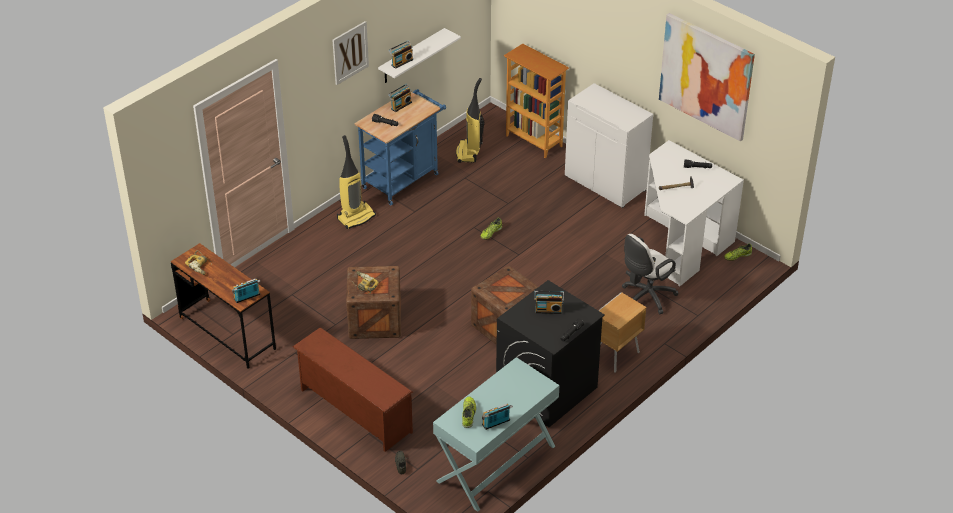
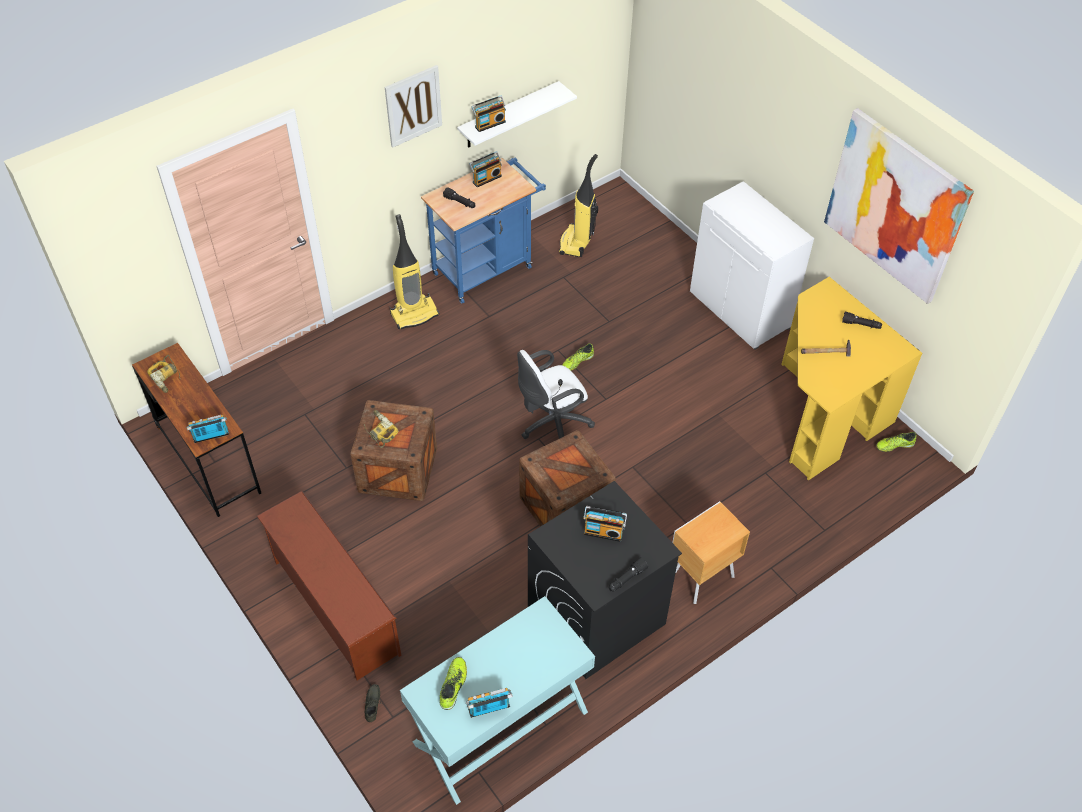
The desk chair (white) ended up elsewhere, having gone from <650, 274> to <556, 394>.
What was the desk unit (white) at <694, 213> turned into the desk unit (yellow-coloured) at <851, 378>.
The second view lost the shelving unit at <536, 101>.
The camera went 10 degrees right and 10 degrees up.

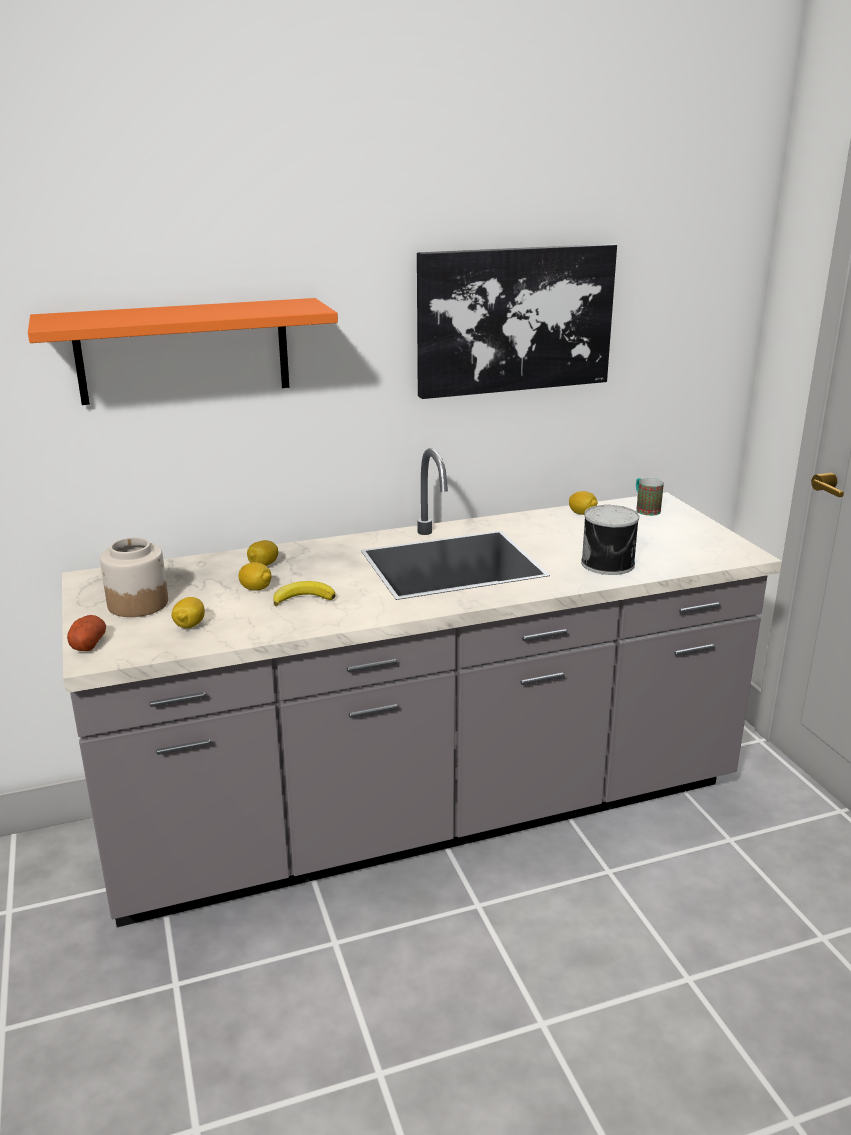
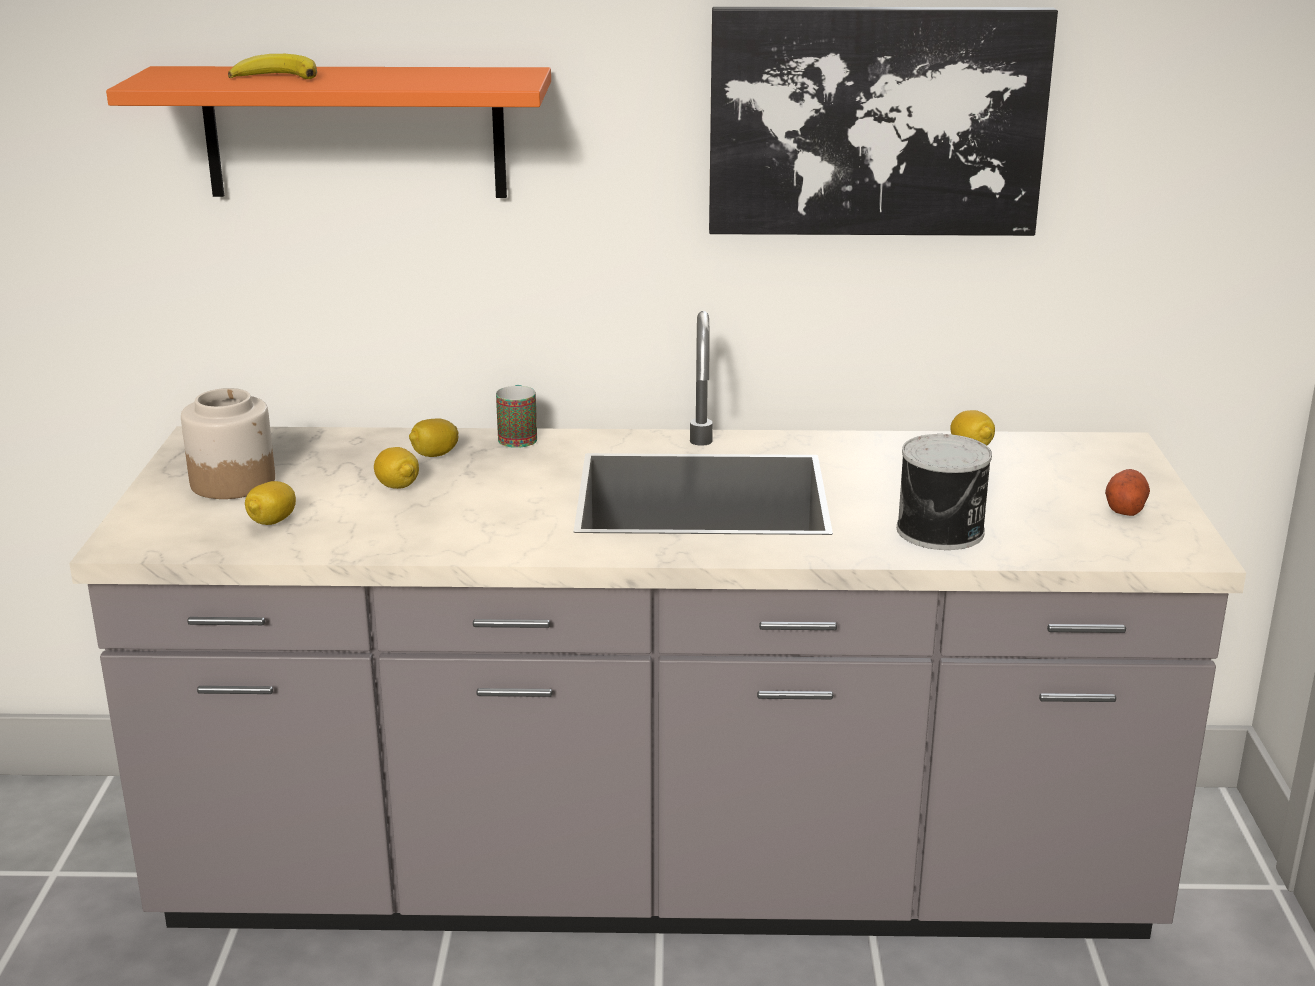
The banana ended up elsewhere, having gone from <304, 593> to <272, 66>.
The coffee mug ended up elsewhere, having gone from <650, 497> to <516, 416>.
The spud ended up elsewhere, having gone from <86, 633> to <1127, 492>.
The camera went 20 degrees right and 0 degrees up.

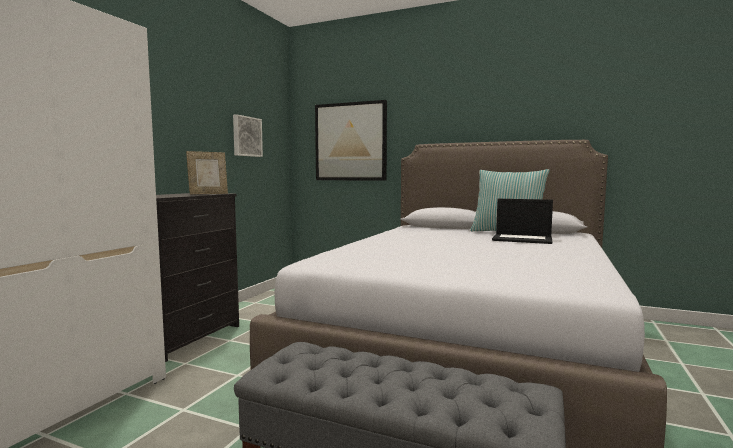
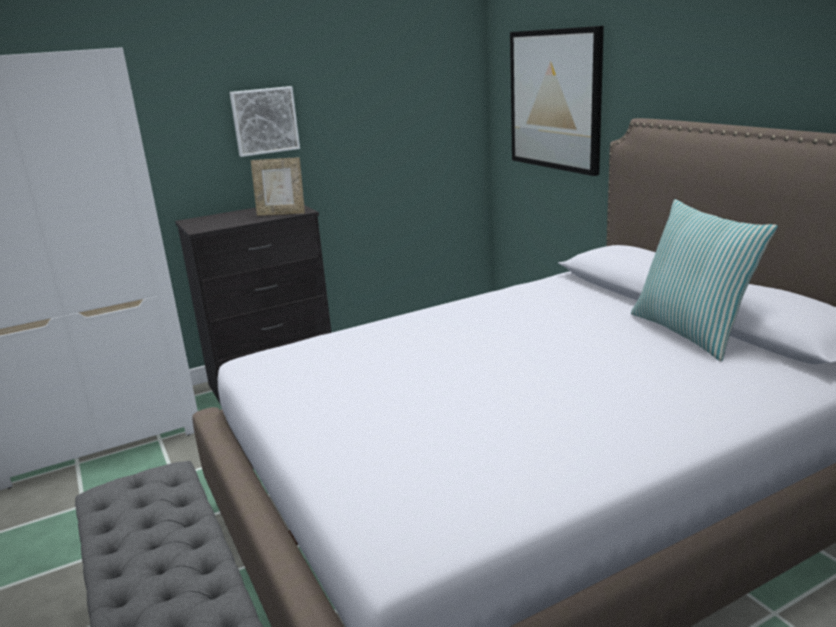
The wall art ended up elsewhere, having gone from <248, 135> to <264, 121>.
The second view lost the notebook computer at <522, 221>.
The camera went 40 degrees right and 15 degrees up.

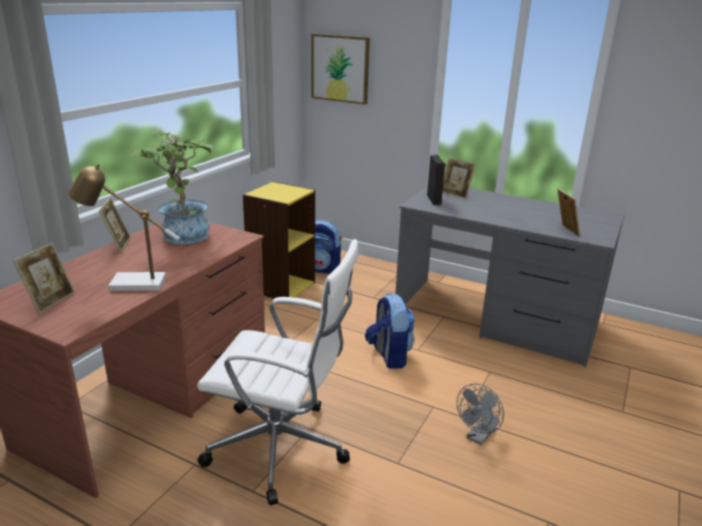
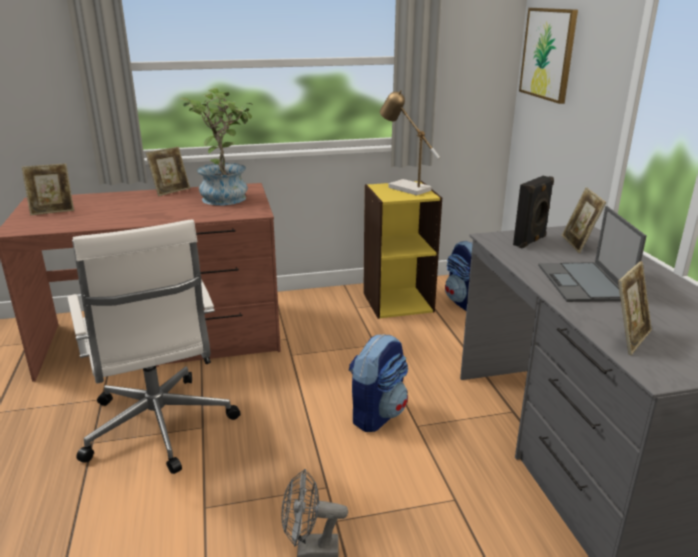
The table lamp ended up elsewhere, having gone from <124, 227> to <410, 142>.
The second view gained the notebook computer at <592, 254>.
The camera went 50 degrees right and 0 degrees up.

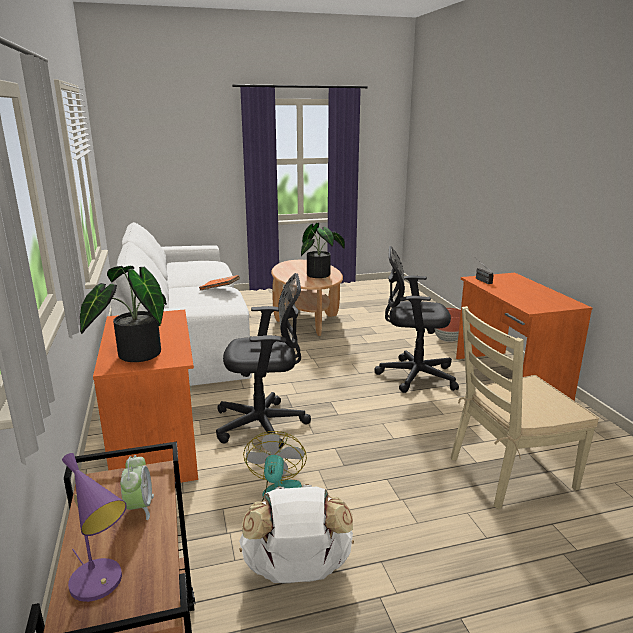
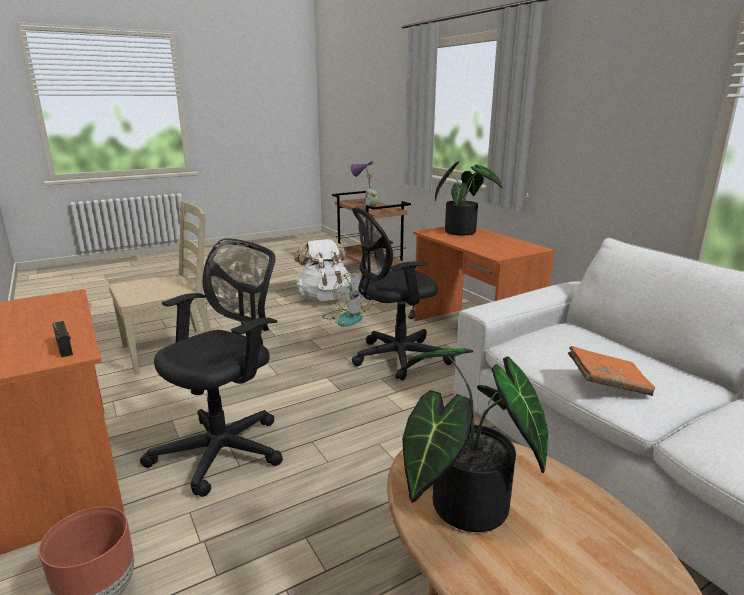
The desk chair (black-coloured) at <416, 319> ended up facing another way, 45 degrees counterclockwise from before.
The camera went 165 degrees right and 0 degrees up.

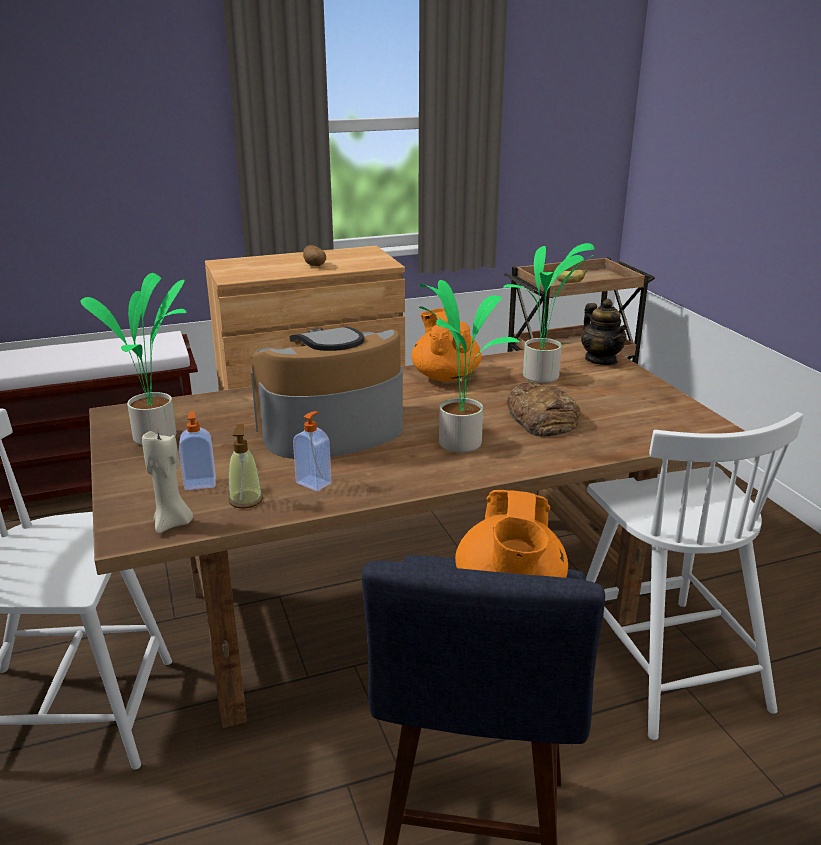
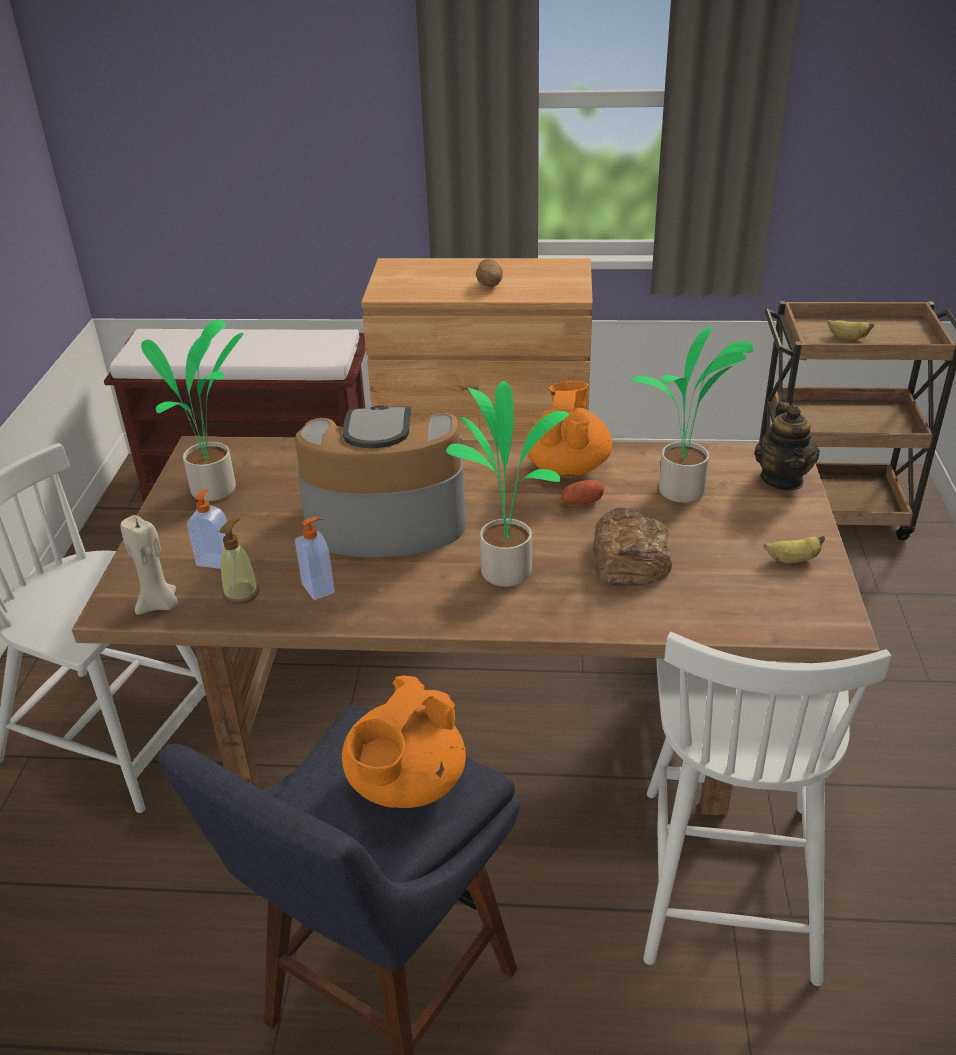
The second view gained the spud at <582, 492>.
The second view gained the banana at <794, 549>.
The camera went 25 degrees right and 10 degrees up.

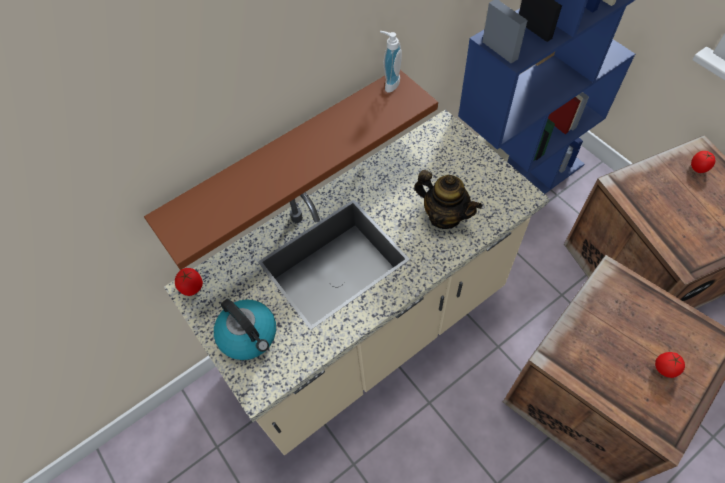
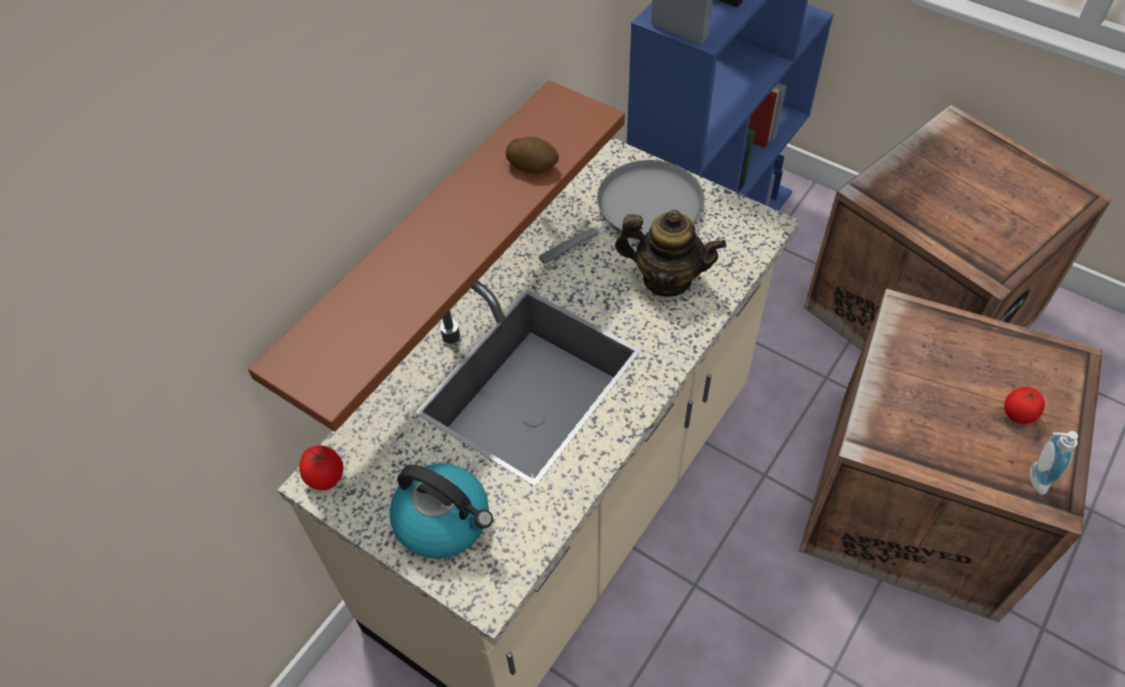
The second view gained the spud at <532, 155>.
The second view gained the frying pan (greyish) at <622, 212>.
The liquid soap bottle ended up elsewhere, having gone from <391, 62> to <1054, 463>.
The second view lost the fresh tomato at <703, 162>.
The camera went 20 degrees left and 5 degrees down.

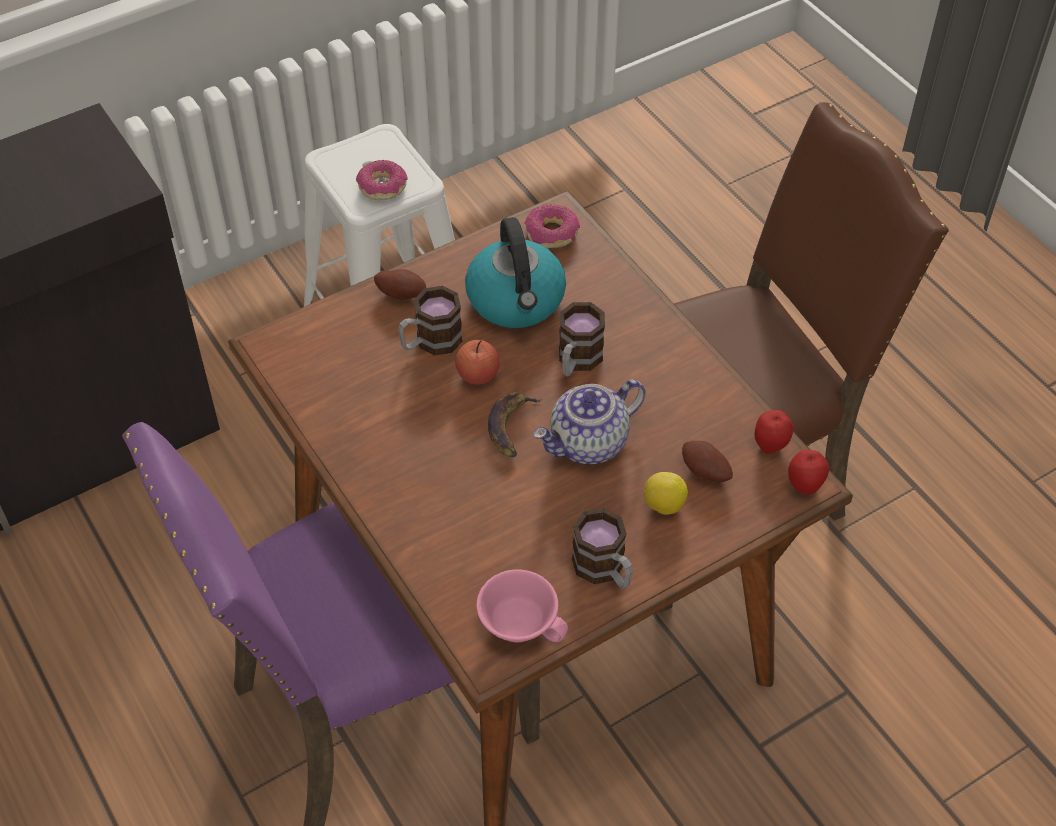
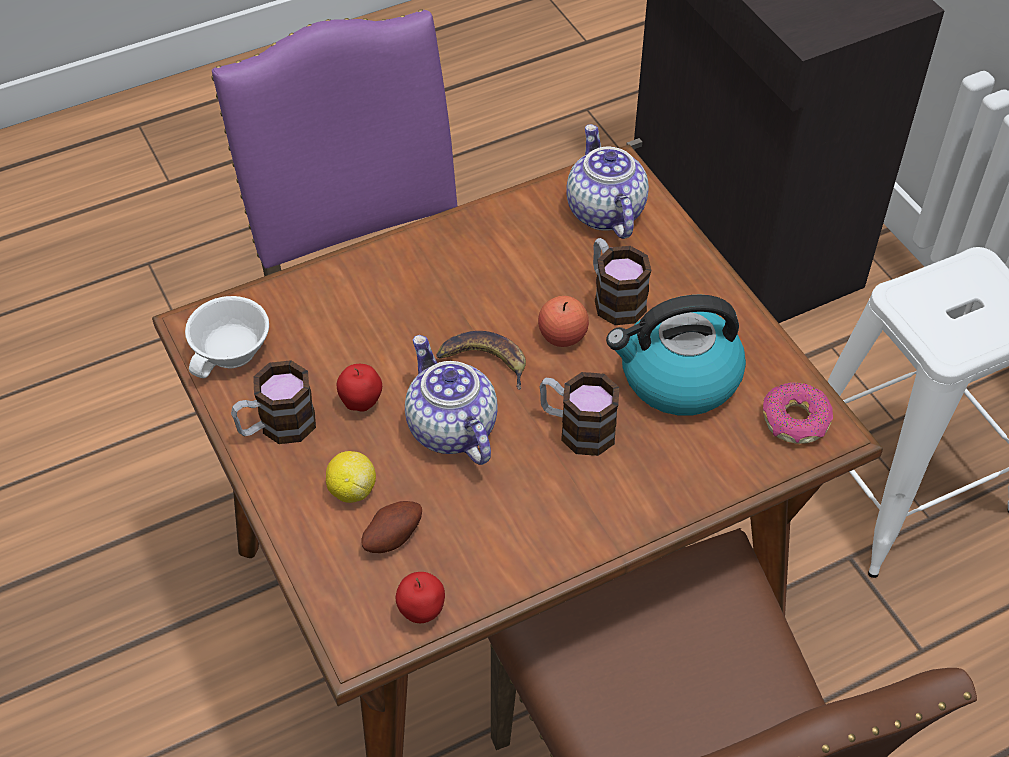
What was the cup (pink-coloured) at <522, 606> turned into the cup (white) at <227, 337>.
The whole apple ended up elsewhere, having gone from <808, 472> to <359, 388>.
The second view gained the tea pot at <607, 181>.
The second view lost the donut at <382, 180>.
The second view lost the spud at <400, 284>.
The camera went 95 degrees right and 0 degrees up.

